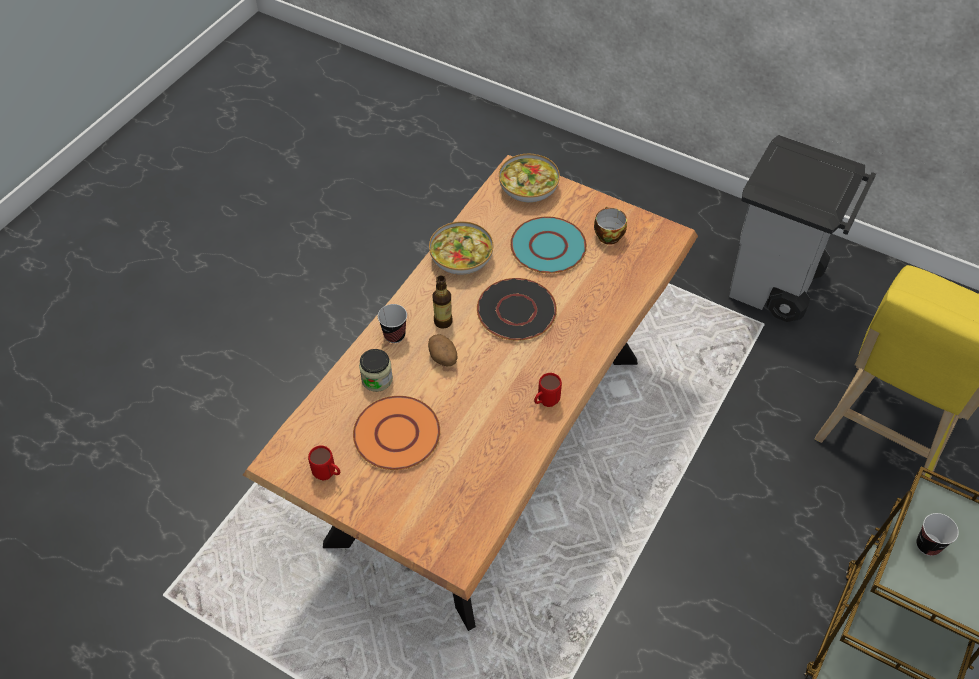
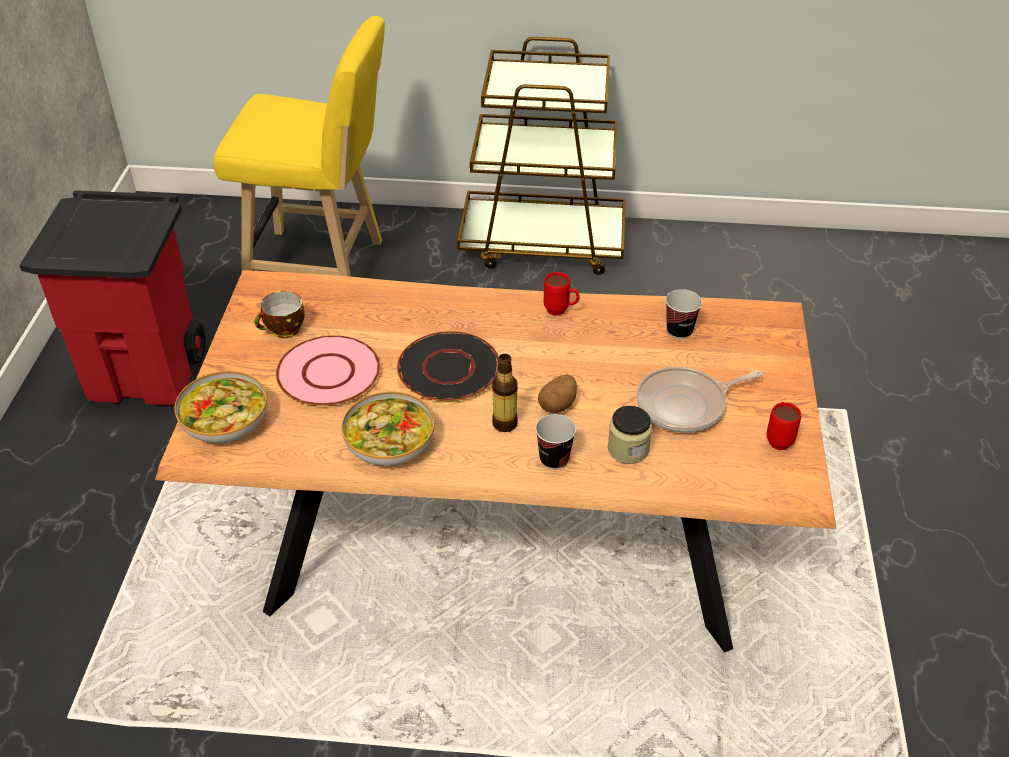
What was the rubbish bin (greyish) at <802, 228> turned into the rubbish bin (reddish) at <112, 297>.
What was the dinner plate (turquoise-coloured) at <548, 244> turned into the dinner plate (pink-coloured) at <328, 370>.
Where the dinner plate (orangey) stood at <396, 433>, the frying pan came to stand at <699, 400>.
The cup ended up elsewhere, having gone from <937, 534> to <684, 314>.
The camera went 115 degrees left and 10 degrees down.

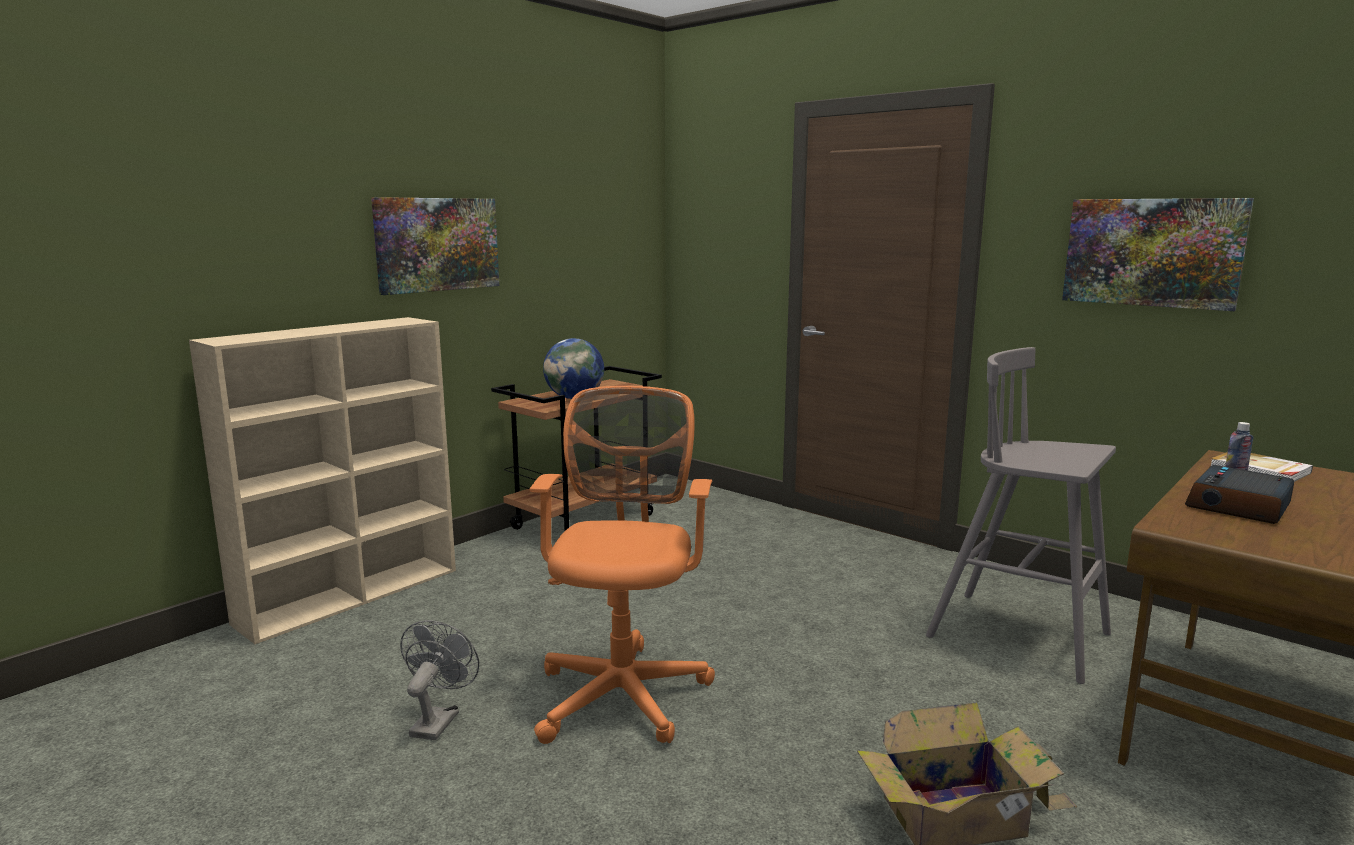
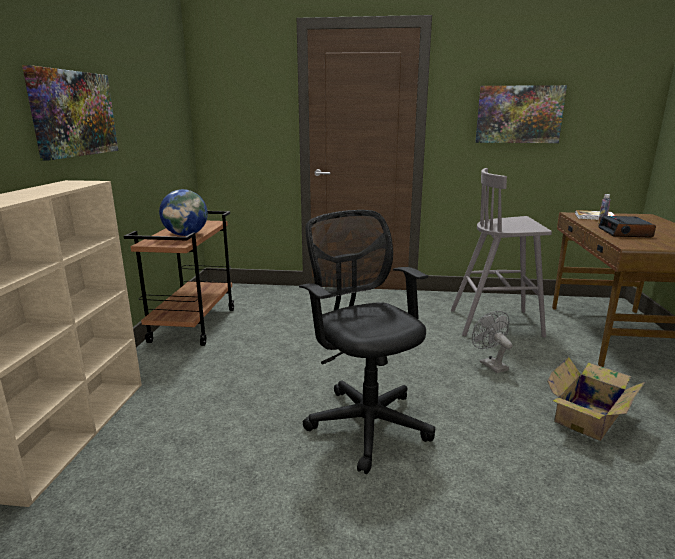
What was the desk chair (orangey) at <622, 565> turned into the desk chair (black-coloured) at <367, 342>.
The cooling fan (greyish) ended up elsewhere, having gone from <439, 680> to <492, 342>.
The camera went 35 degrees left and 5 degrees up.

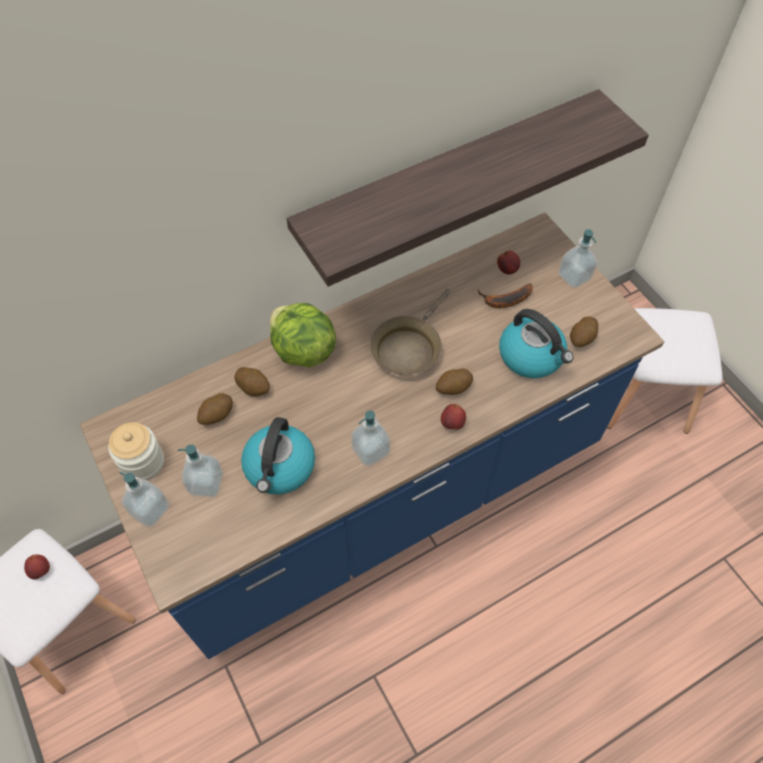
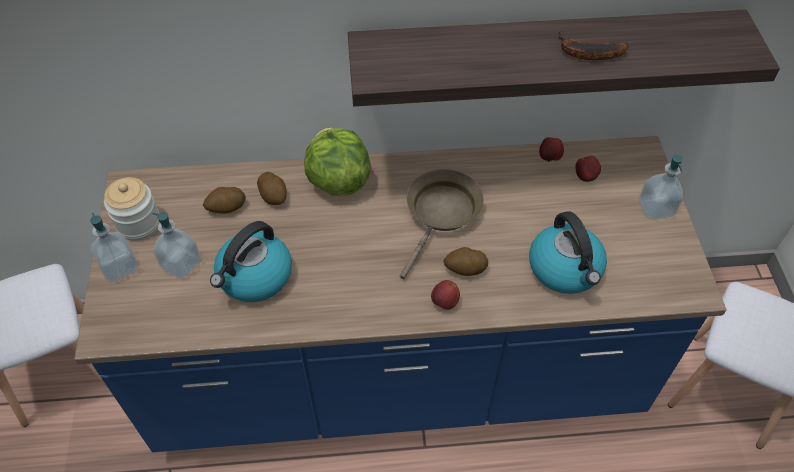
The frying pan (brown-coloured) at <410, 331> ended up facing another way, 150 degrees clockwise from before.
The whole apple ended up elsewhere, having gone from <37, 566> to <551, 149>.
The banana ended up elsewhere, having gone from <505, 296> to <593, 45>.
The second view lost the liquid soap bottle at <370, 438>.
The second view lost the spud at <584, 331>.
The camera went 25 degrees right and 5 degrees down.

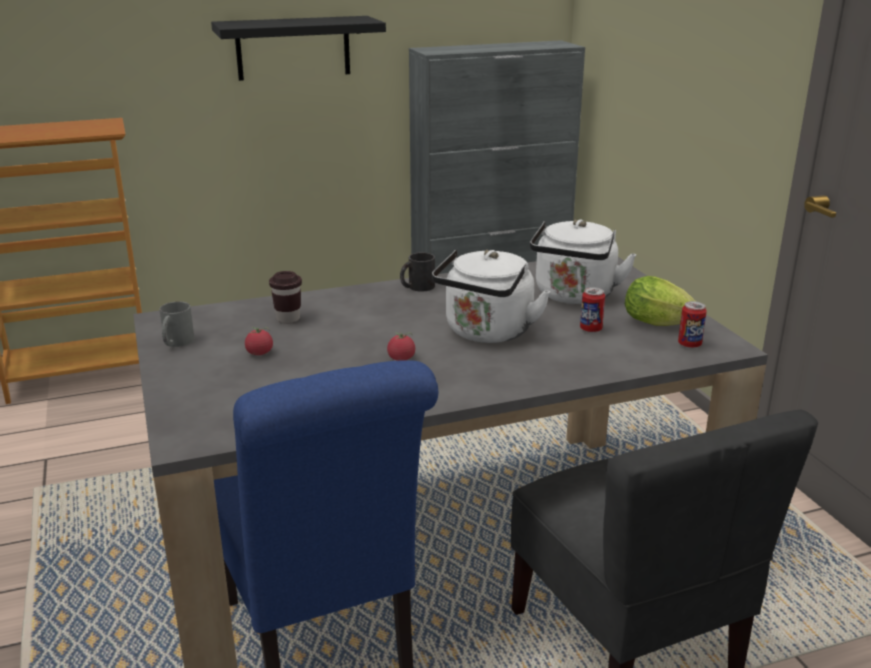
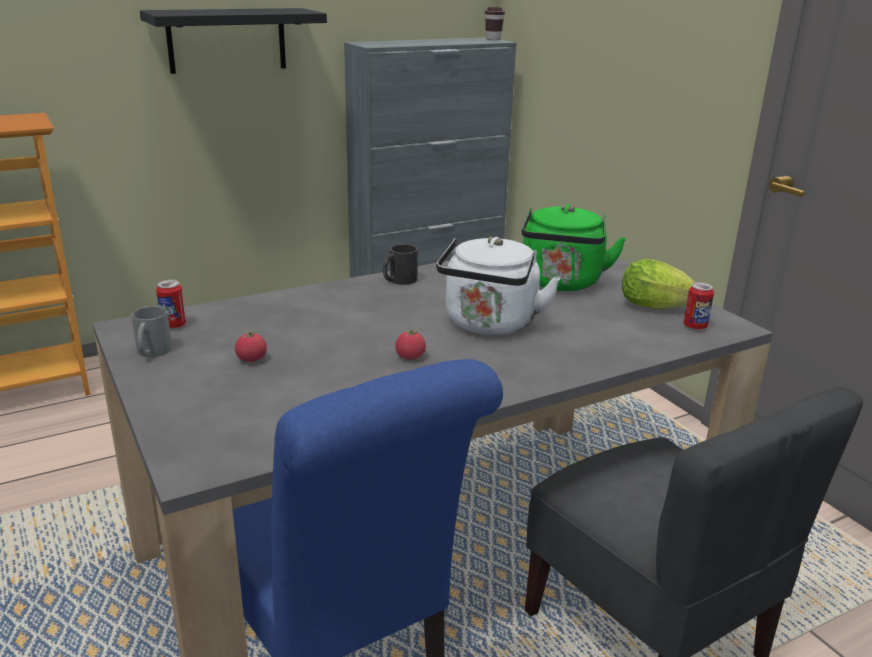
The sealed can ended up elsewhere, having gone from <592, 310> to <171, 304>.
The cup (brown-coloured) ended up elsewhere, having gone from <285, 297> to <495, 23>.
What was the water kettle (white) at <583, 261> turned into the water kettle (greenish) at <574, 247>.
The camera went 10 degrees left and 0 degrees up.

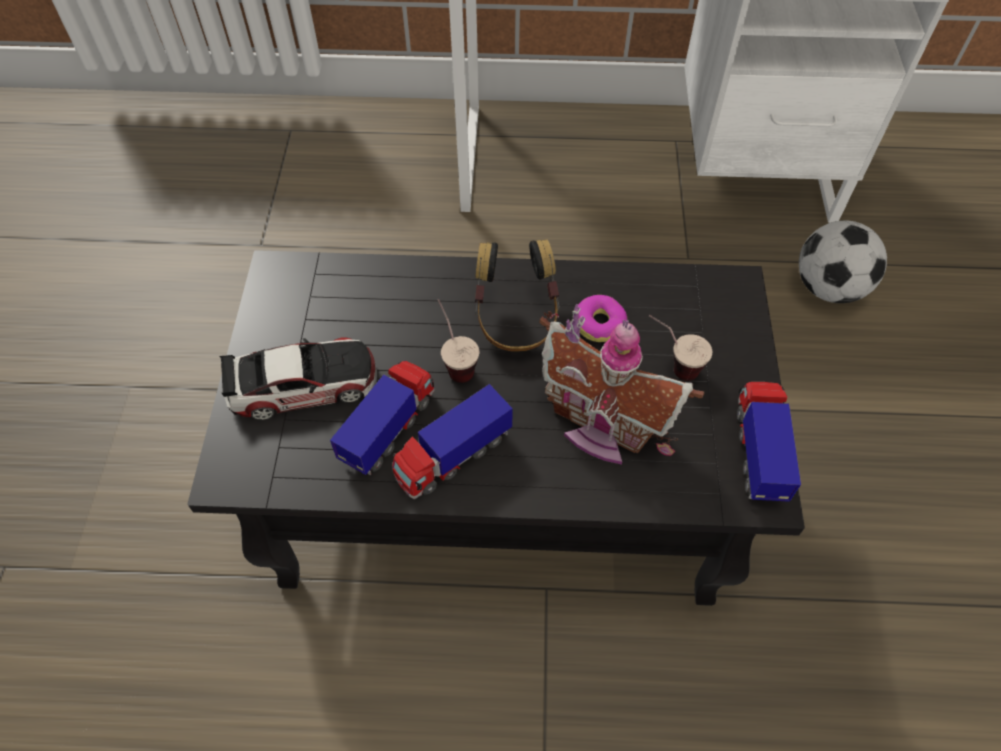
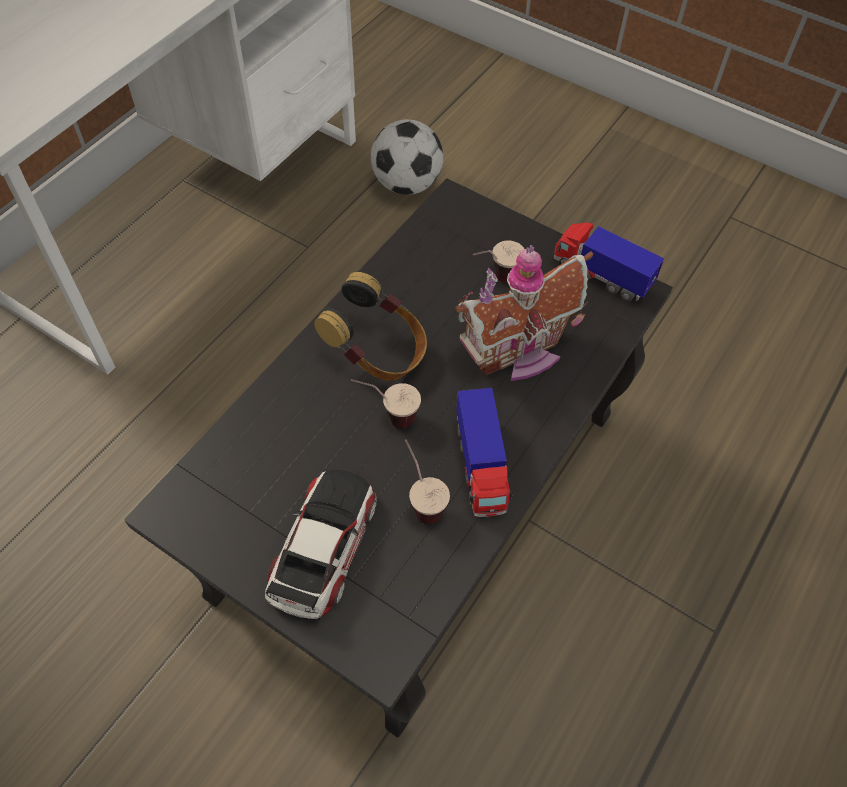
Where the model truck stood at <382, 418>, the cup came to stand at <427, 481>.
The second view lost the donut at <602, 318>.
The camera went 60 degrees left and 0 degrees up.

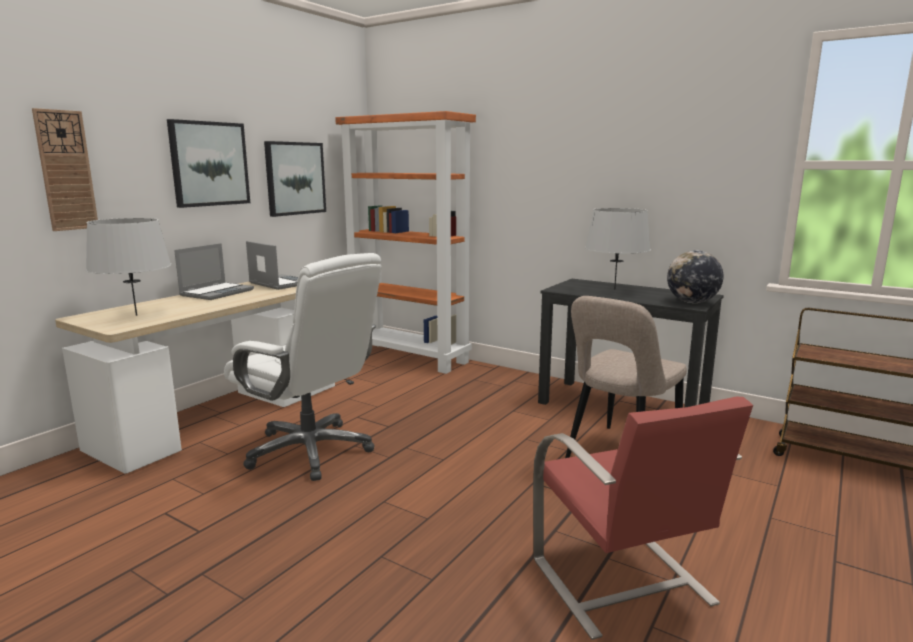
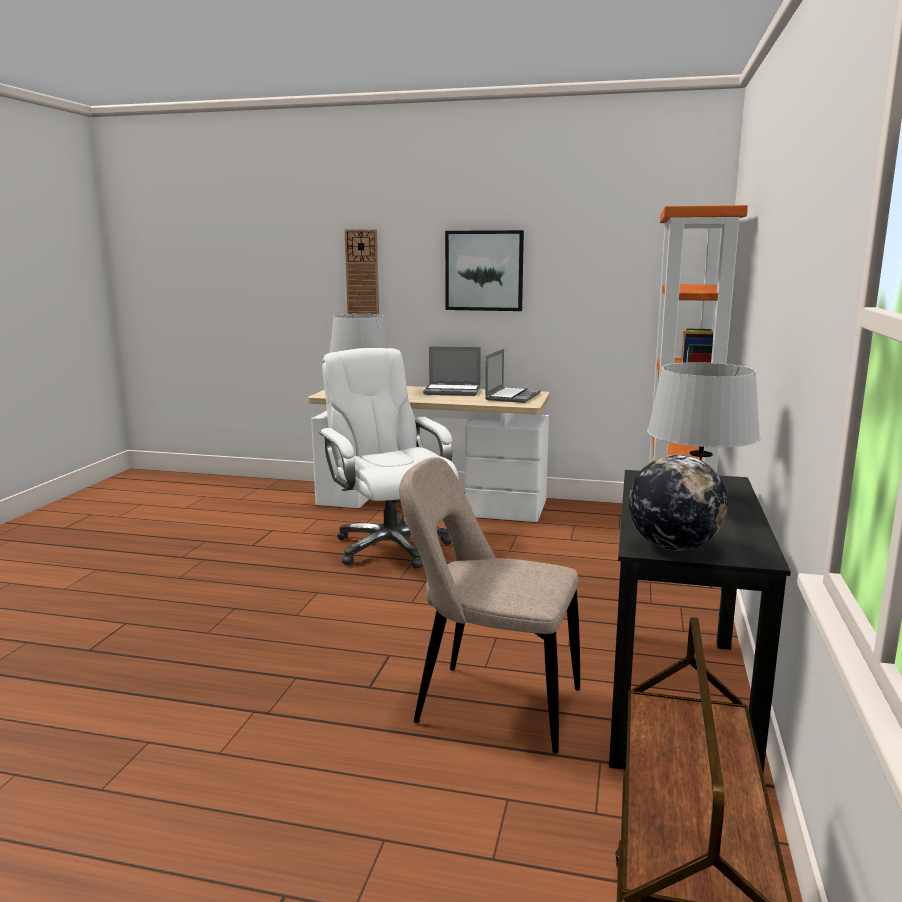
The desk chair (white) at <303, 367> ended up facing another way, 135 degrees clockwise from before.
The second view lost the wall art at <295, 179>.
The second view lost the chair (reddish) at <643, 518>.
The camera went 70 degrees right and 0 degrees up.

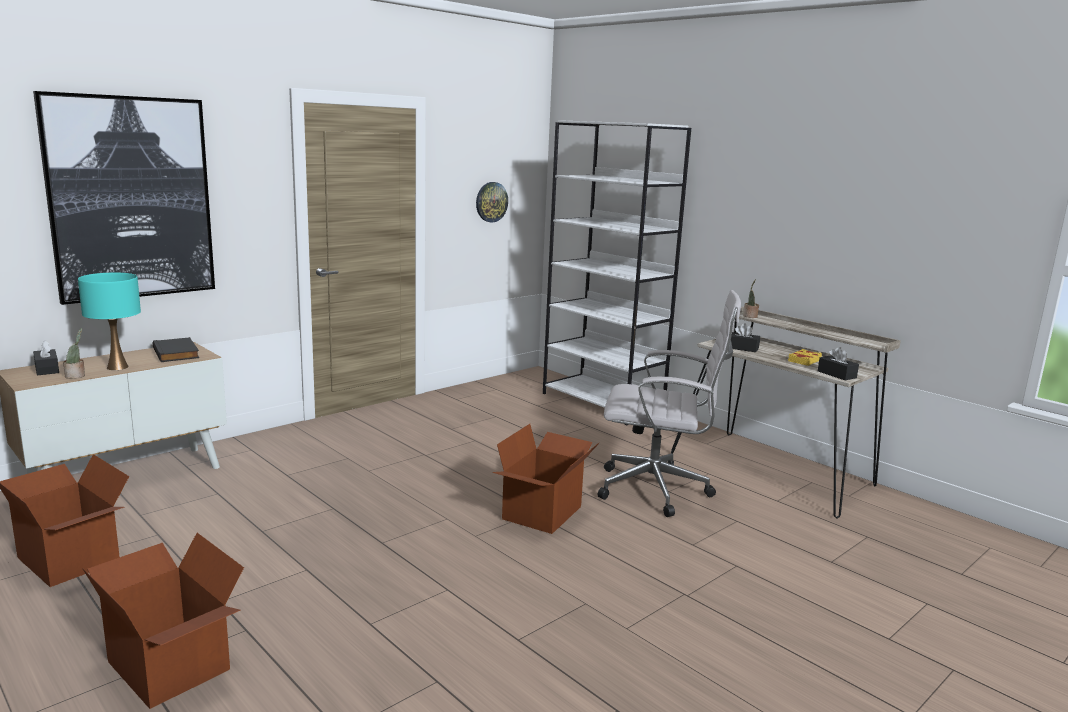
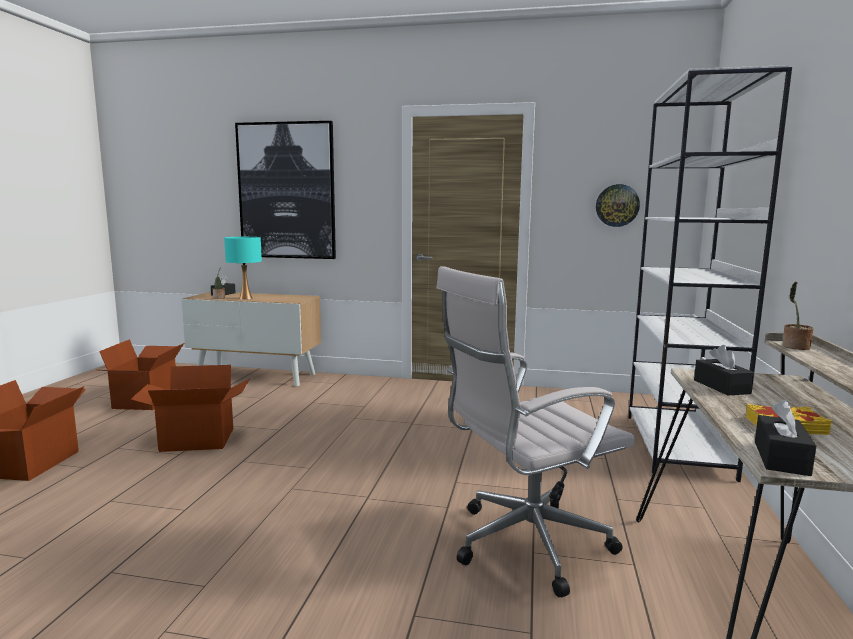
The carton ended up elsewhere, having gone from <545, 479> to <190, 408>.
The desk chair (white) at <669, 403> ended up facing another way, 90 degrees clockwise from before.
The second view lost the book (black-coloured) at <176, 349>.
The camera went 55 degrees right and 5 degrees down.

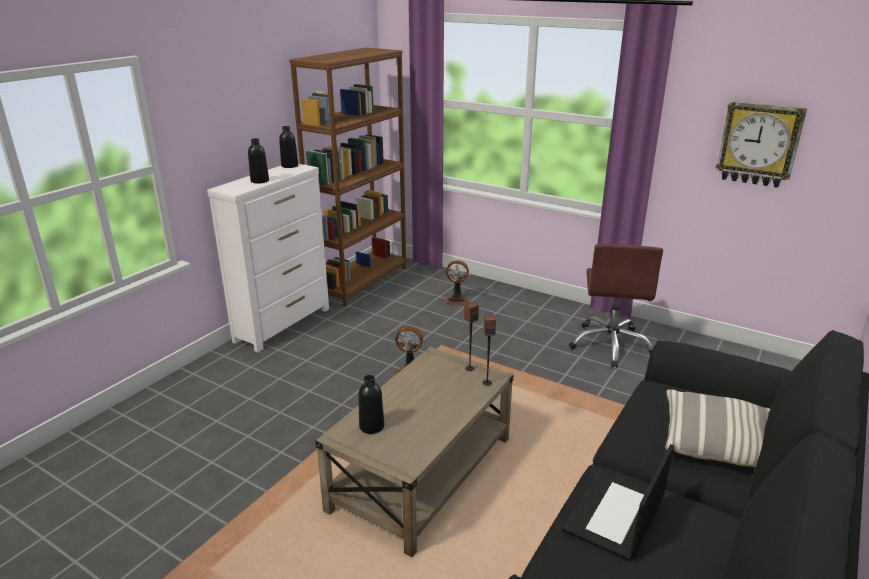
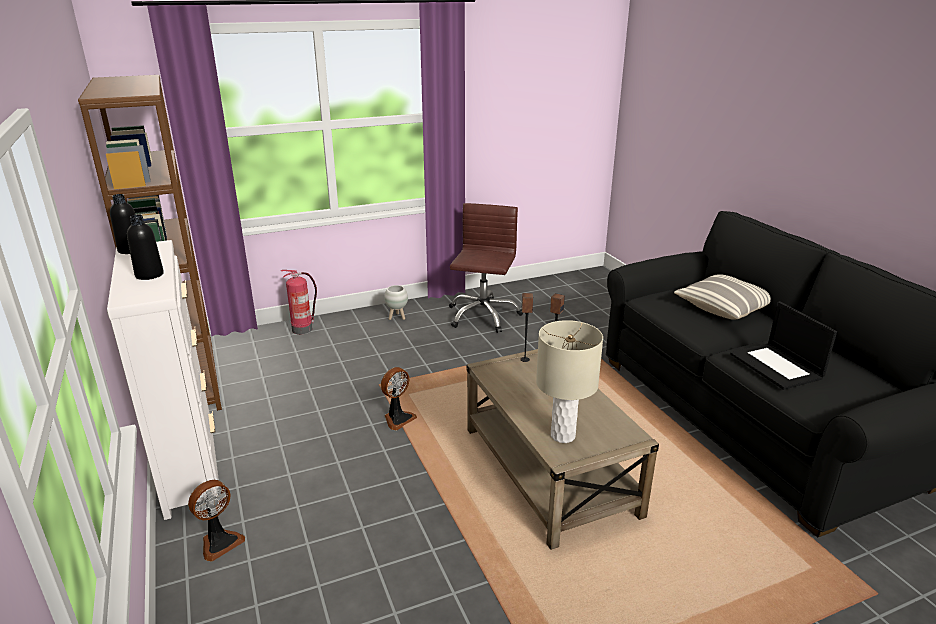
The cooling fan ended up elsewhere, having gone from <456, 282> to <216, 520>.
The second view gained the fire extinguisher at <299, 302>.
The second view gained the plant pot (white) at <396, 302>.
The desk chair (brown-coloured) at <616, 306> ended up facing another way, 120 degrees counterclockwise from before.
Where the bottle (black-coloured) stood at <371, 404>, the table lamp (beige-coloured) came to stand at <569, 381>.
The second view lost the hanging clock at <761, 144>.
The camera went 55 degrees left and 0 degrees up.

